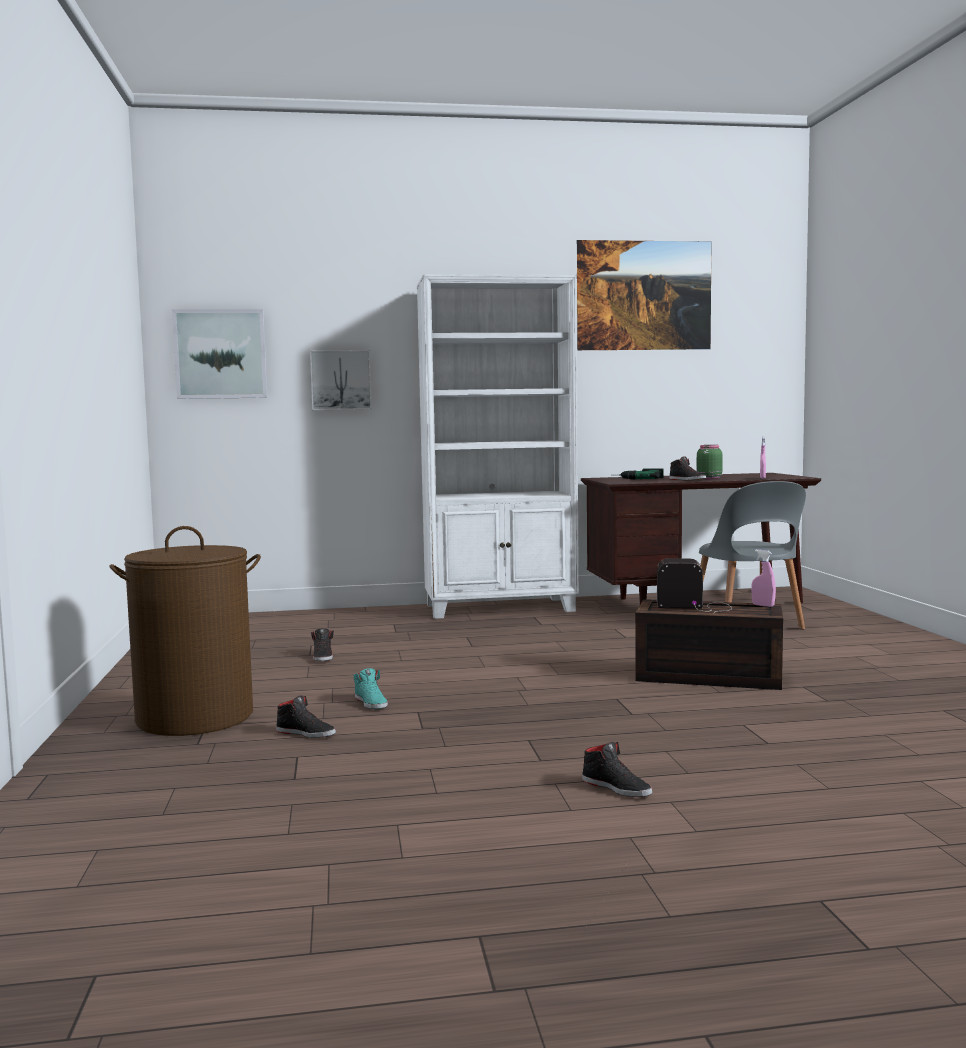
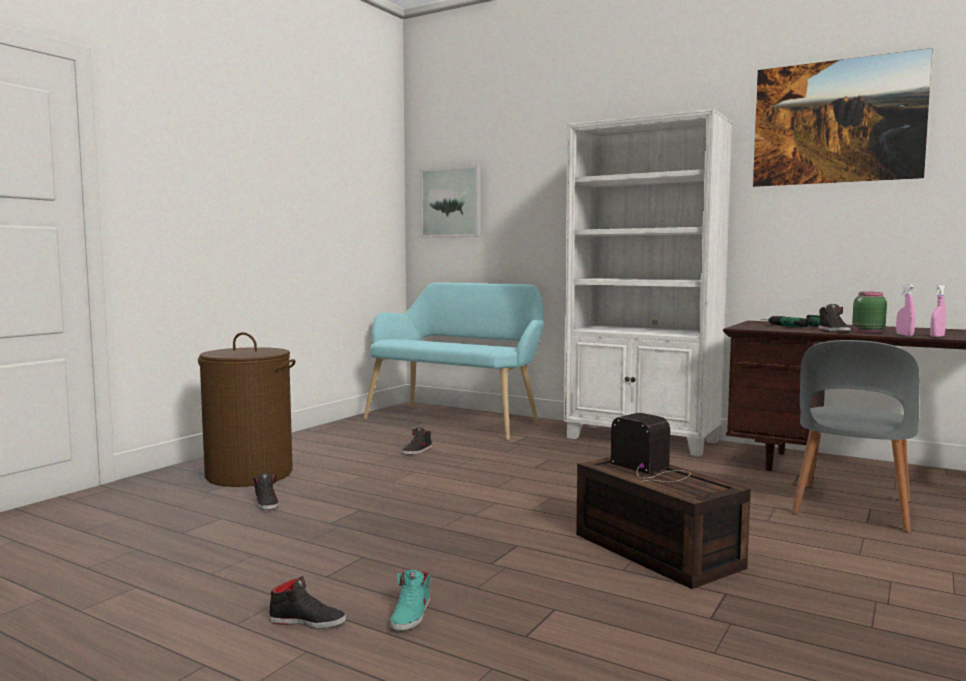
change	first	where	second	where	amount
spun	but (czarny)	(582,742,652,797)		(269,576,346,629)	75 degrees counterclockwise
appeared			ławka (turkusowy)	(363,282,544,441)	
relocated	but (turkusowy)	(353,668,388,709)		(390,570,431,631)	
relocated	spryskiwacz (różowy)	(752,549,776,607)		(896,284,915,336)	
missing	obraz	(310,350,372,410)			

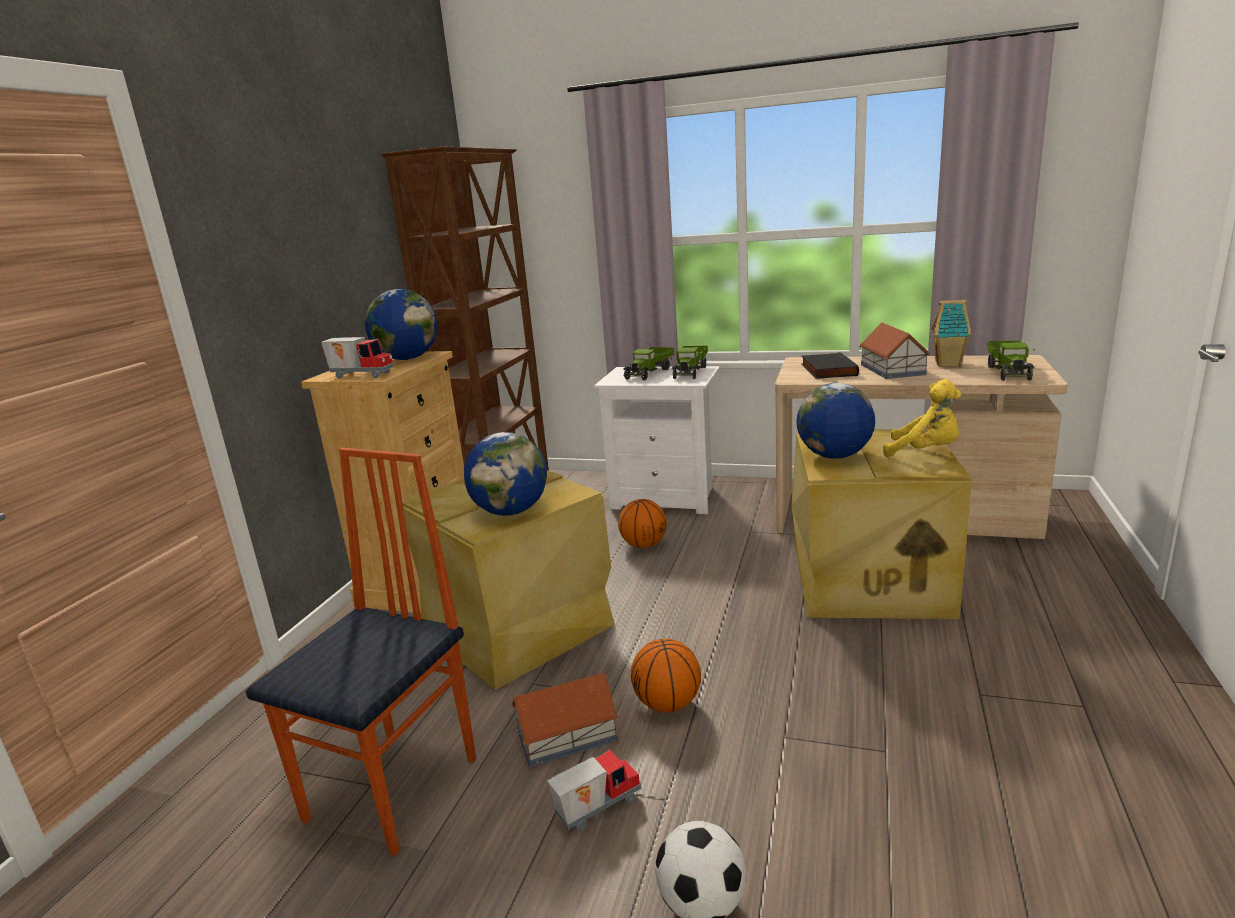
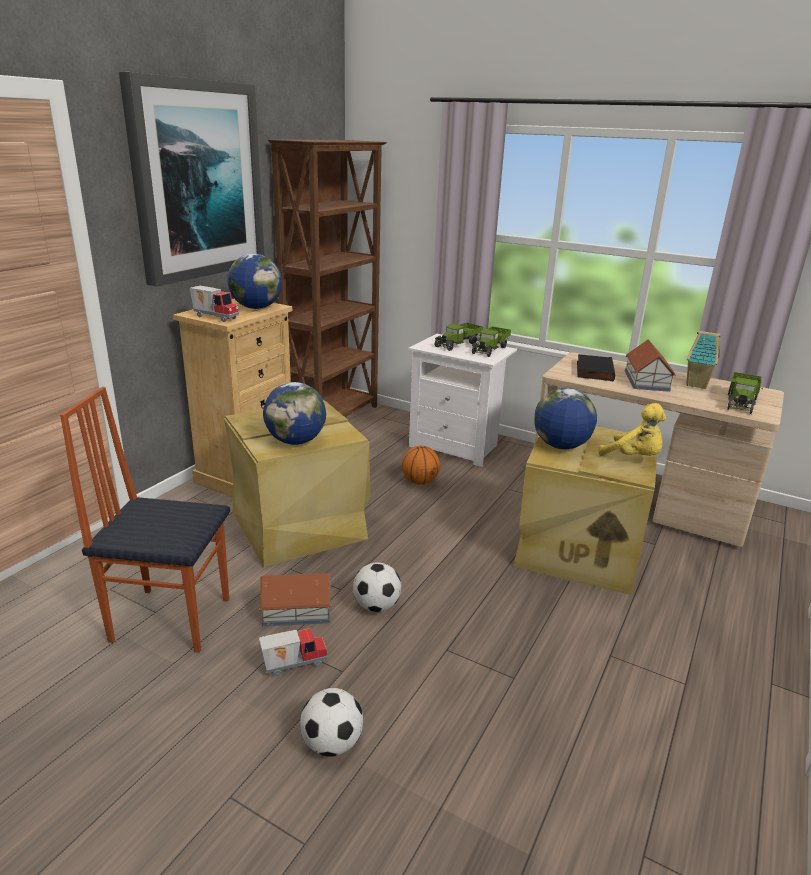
change	first	where	second	where	amount
spun	krzesło	(246,448,476,856)		(60,387,230,653)	120 degrees counterclockwise
appeared			obraz	(119,72,264,287)	
exchanged	piłka do koszykówki	(631,638,701,713)	piłka futbolowa	(353,562,401,612)	

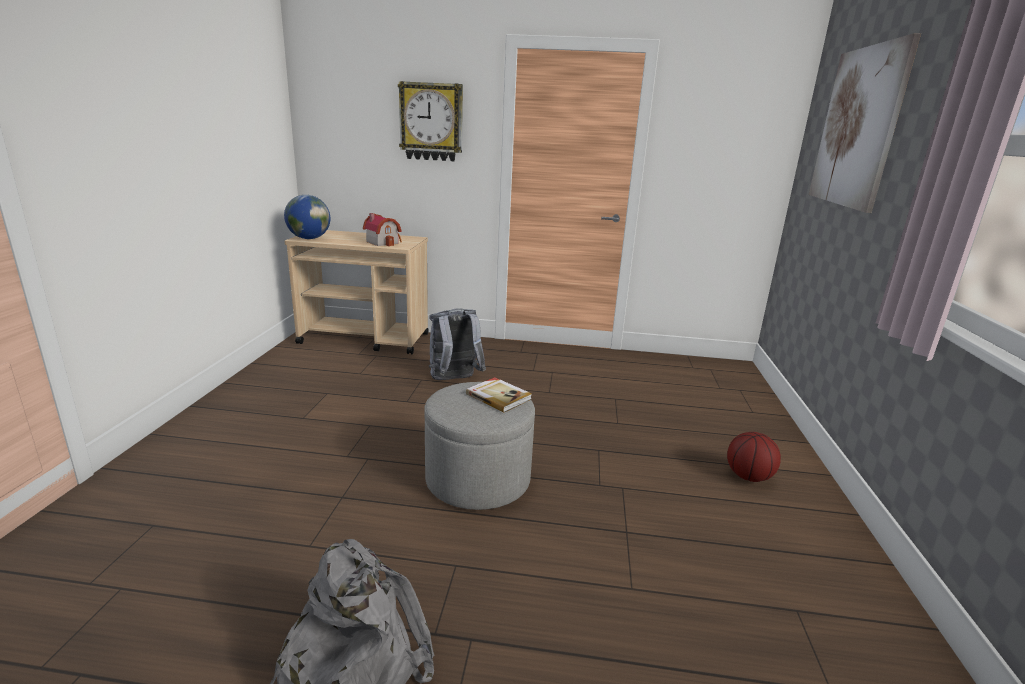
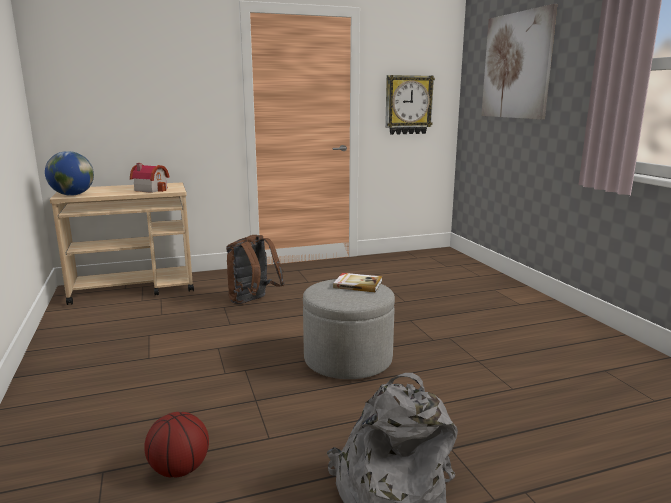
change	first	where	second	where	amount
relocated	piłka do koszykówki	(727,432,781,482)		(144,412,209,477)	
colour	plecak (szary)	(429,308,486,380)	plecak (brązowy)	(226,235,285,304)	
relocated	zegar ścienny	(398,81,463,161)		(385,75,435,135)	

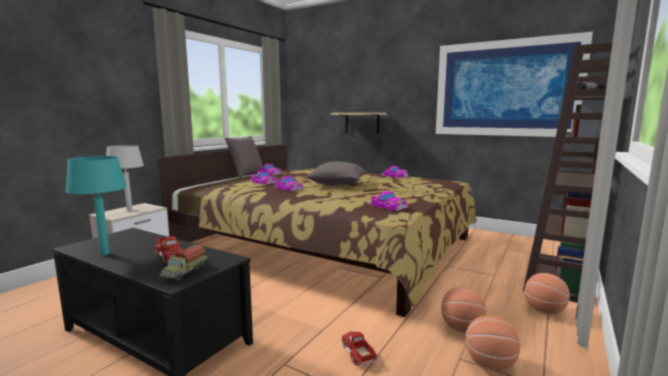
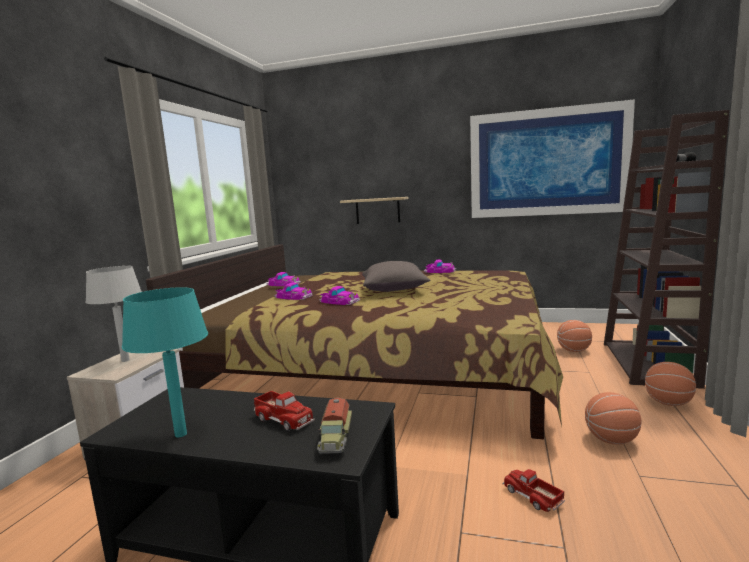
change	first	where	second	where	amount
relocated	piłka do koszykówki	(465,315,520,371)		(557,320,592,352)	
missing	poduszka (szary)	(225,136,263,178)			
missing	samochodzik	(369,191,408,211)			

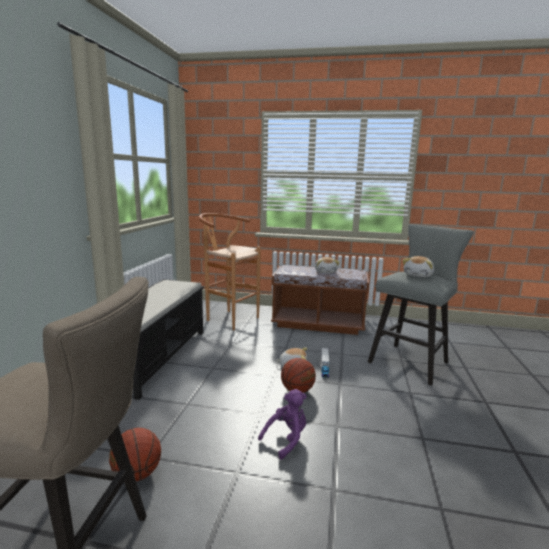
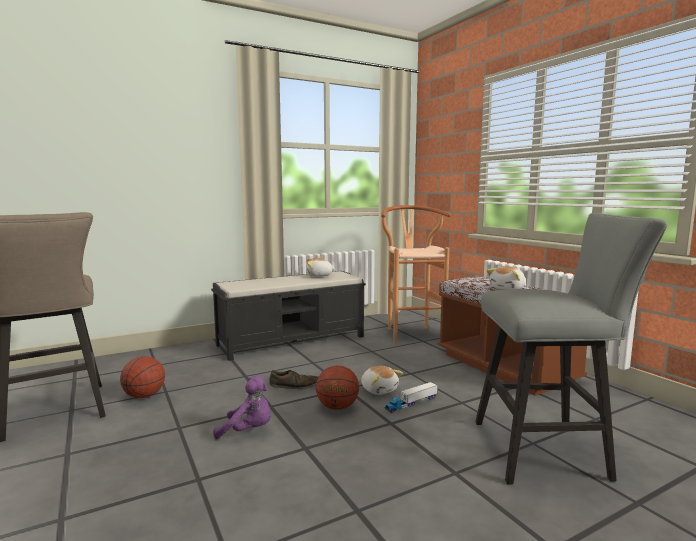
change	first	where	second	where	amount
appeared			but (brązowy)	(269,370,318,389)	
relocated	pluszak	(403,256,434,277)		(306,258,336,277)	

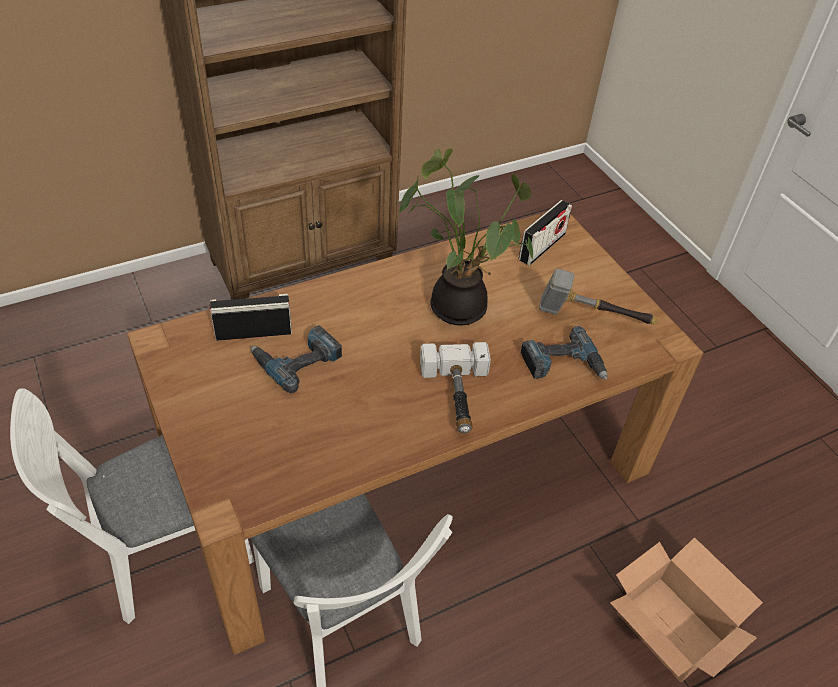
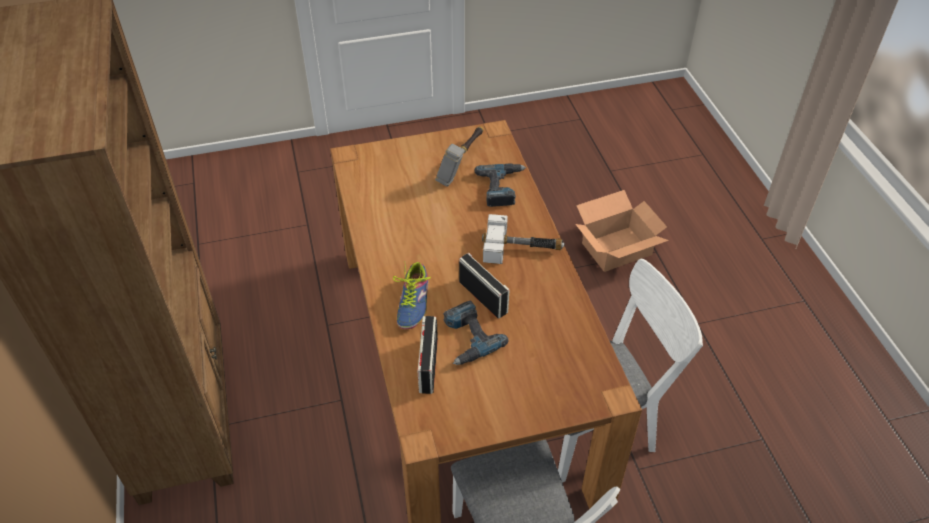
change	first	where	second	where	amount
appeared			but	(393,262,431,329)	
relocated	radio	(518,200,572,266)		(459,253,510,318)	
missing	roślina doniczkowa	(399,149,533,326)			

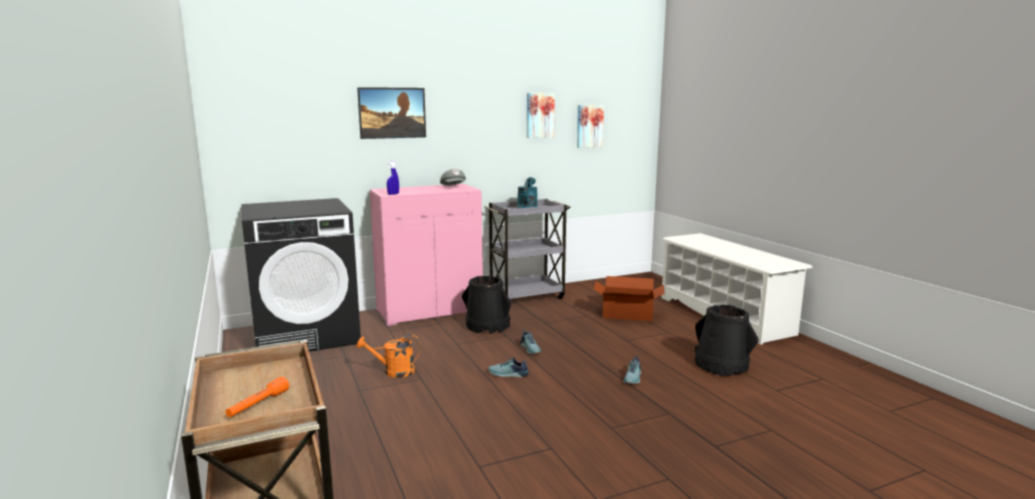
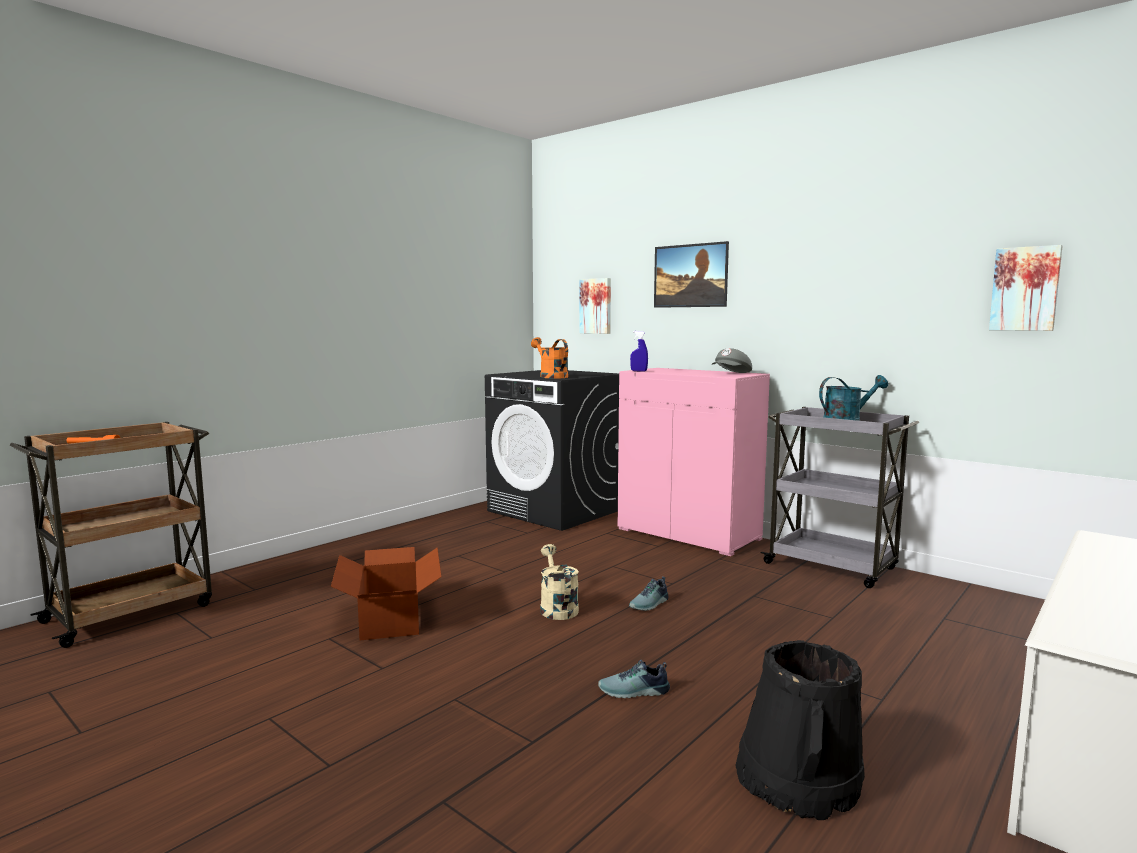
change	first	where	second	where	amount
relocated	karton	(594,276,665,321)		(331,547,442,640)	
relocated	konewka (pomarańczowy)	(356,335,421,378)		(531,337,568,378)	
exchanged	but	(489,357,529,378)	konewka (beżowy)	(540,544,579,620)	
relocated	obraz	(527,93,555,138)		(579,278,611,334)	
missing	wiadro (czarny)	(462,276,511,334)			

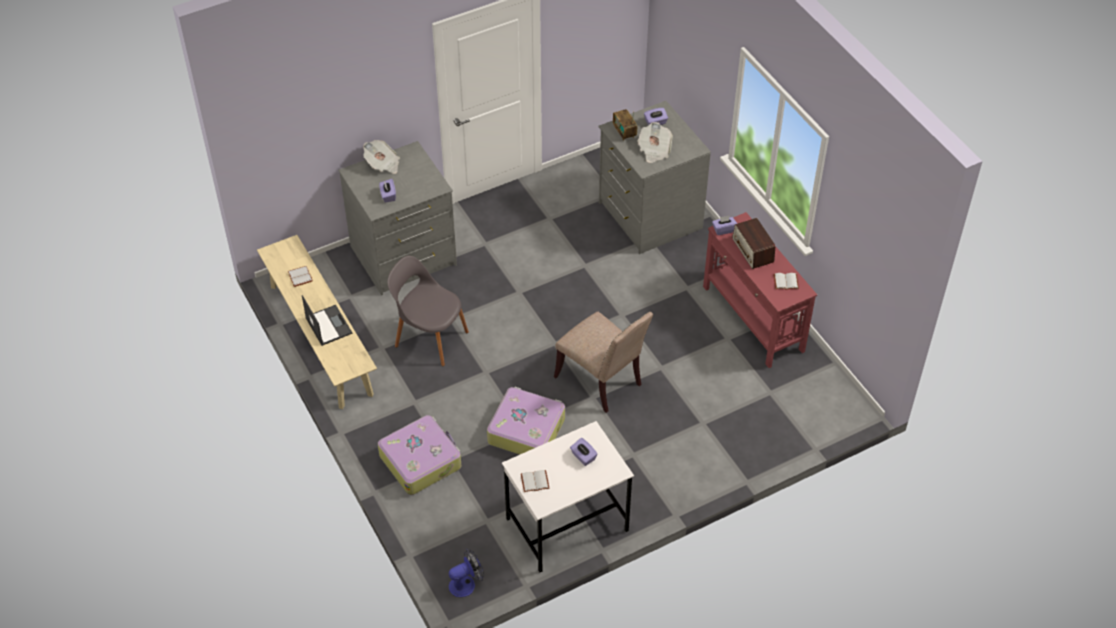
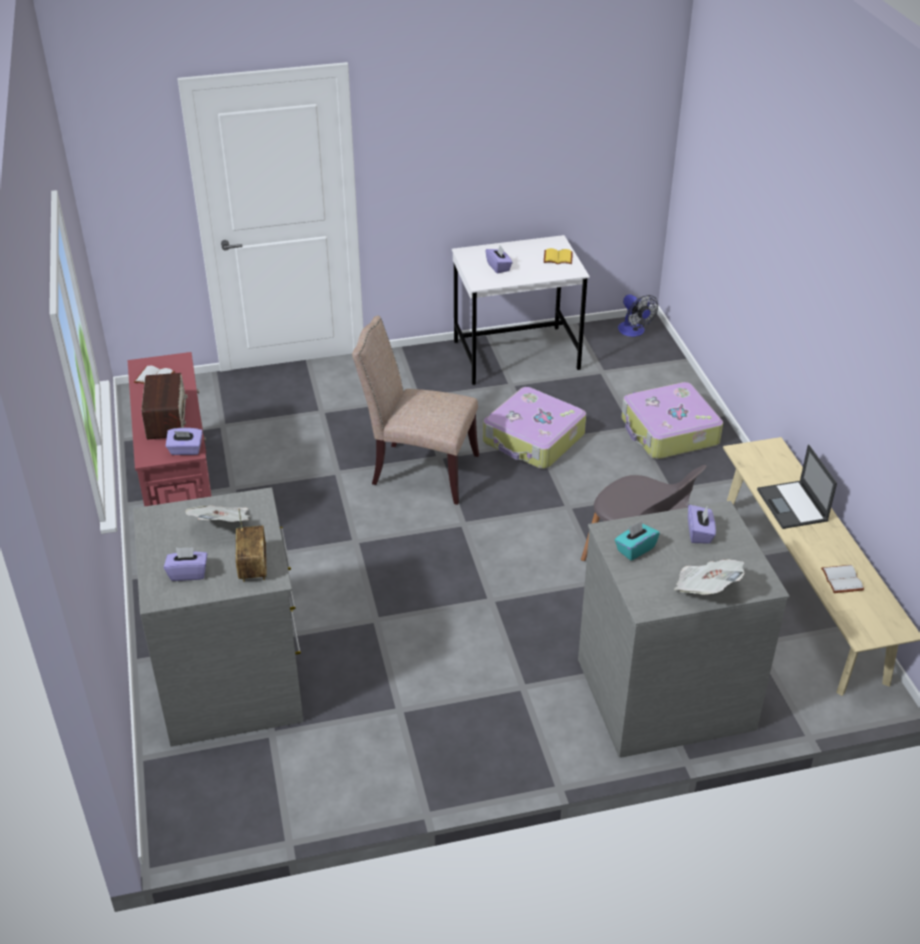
change	first	where	second	where	amount
spun	krzesło (beżowy)	(554,312,653,413)		(352,315,479,505)	45 degrees counterclockwise
colour	książka (biały)	(521,470,550,492)	książka (żółty)	(544,248,573,264)	
appeared			pudełko chusteczek (turkusowy)	(615,521,660,561)	
spun	wentylator	(449,548,484,597)		(618,294,658,337)	105 degrees counterclockwise

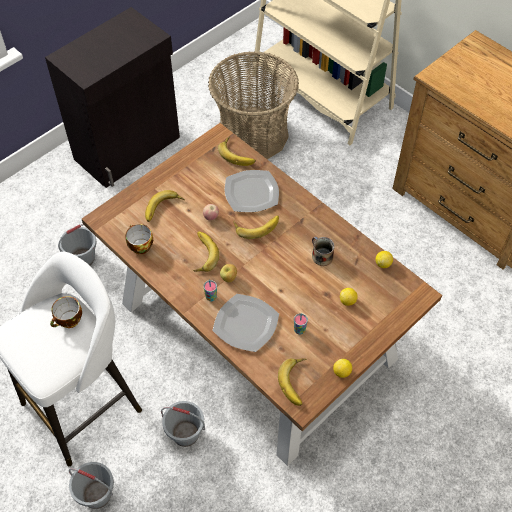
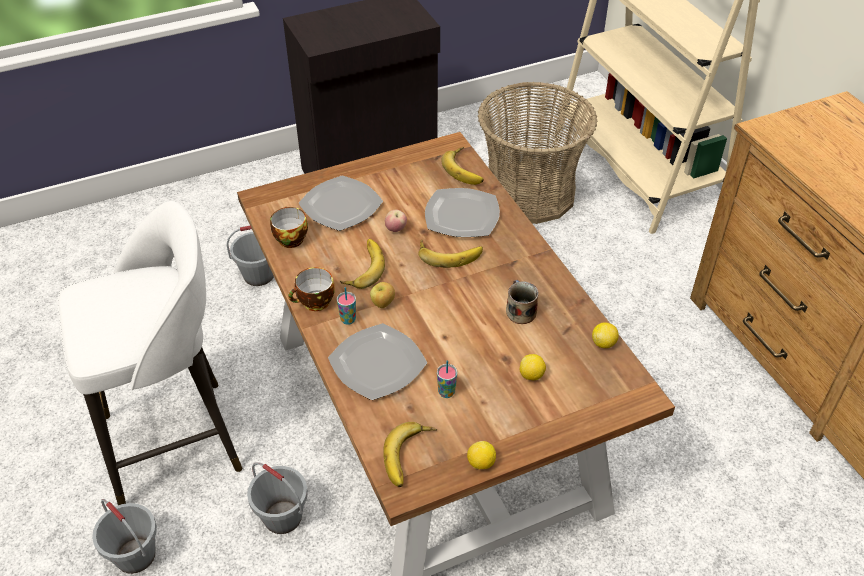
change	first	where	second	where	amount
relocated	filiżanka	(50,296,82,328)		(288,267,335,311)	
exchanged	banan	(145,190,185,222)	talerz	(299,175,383,231)	

